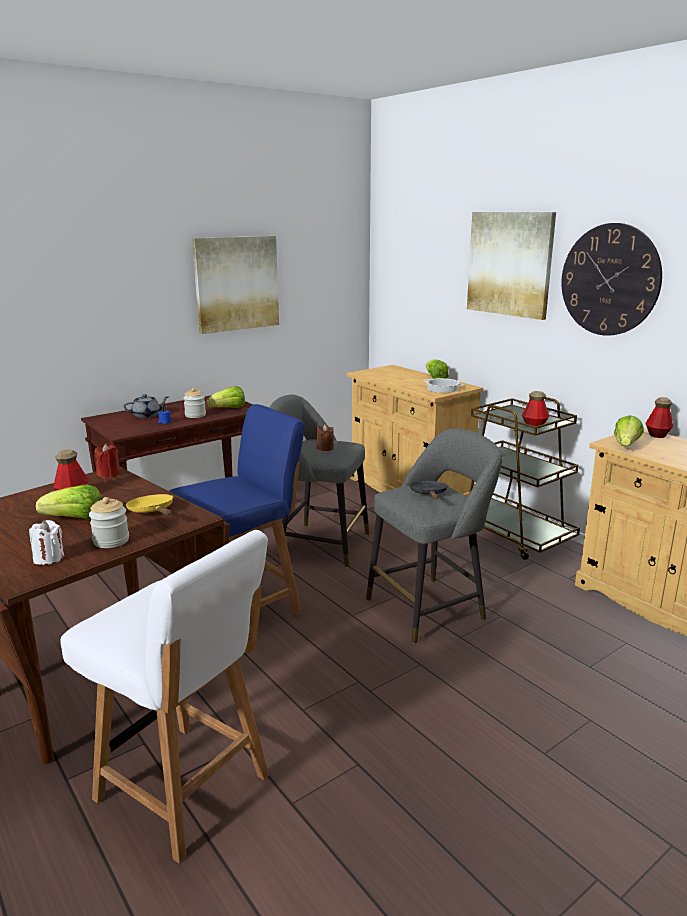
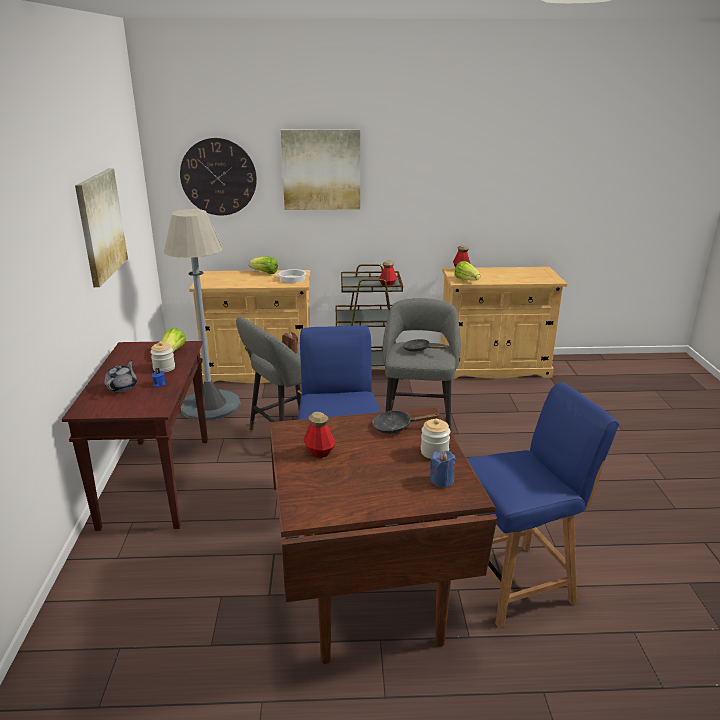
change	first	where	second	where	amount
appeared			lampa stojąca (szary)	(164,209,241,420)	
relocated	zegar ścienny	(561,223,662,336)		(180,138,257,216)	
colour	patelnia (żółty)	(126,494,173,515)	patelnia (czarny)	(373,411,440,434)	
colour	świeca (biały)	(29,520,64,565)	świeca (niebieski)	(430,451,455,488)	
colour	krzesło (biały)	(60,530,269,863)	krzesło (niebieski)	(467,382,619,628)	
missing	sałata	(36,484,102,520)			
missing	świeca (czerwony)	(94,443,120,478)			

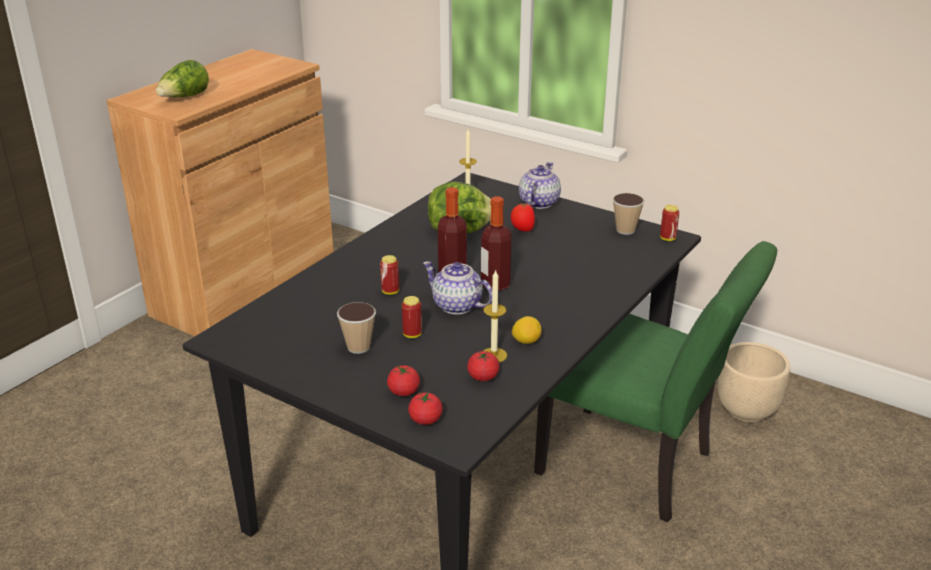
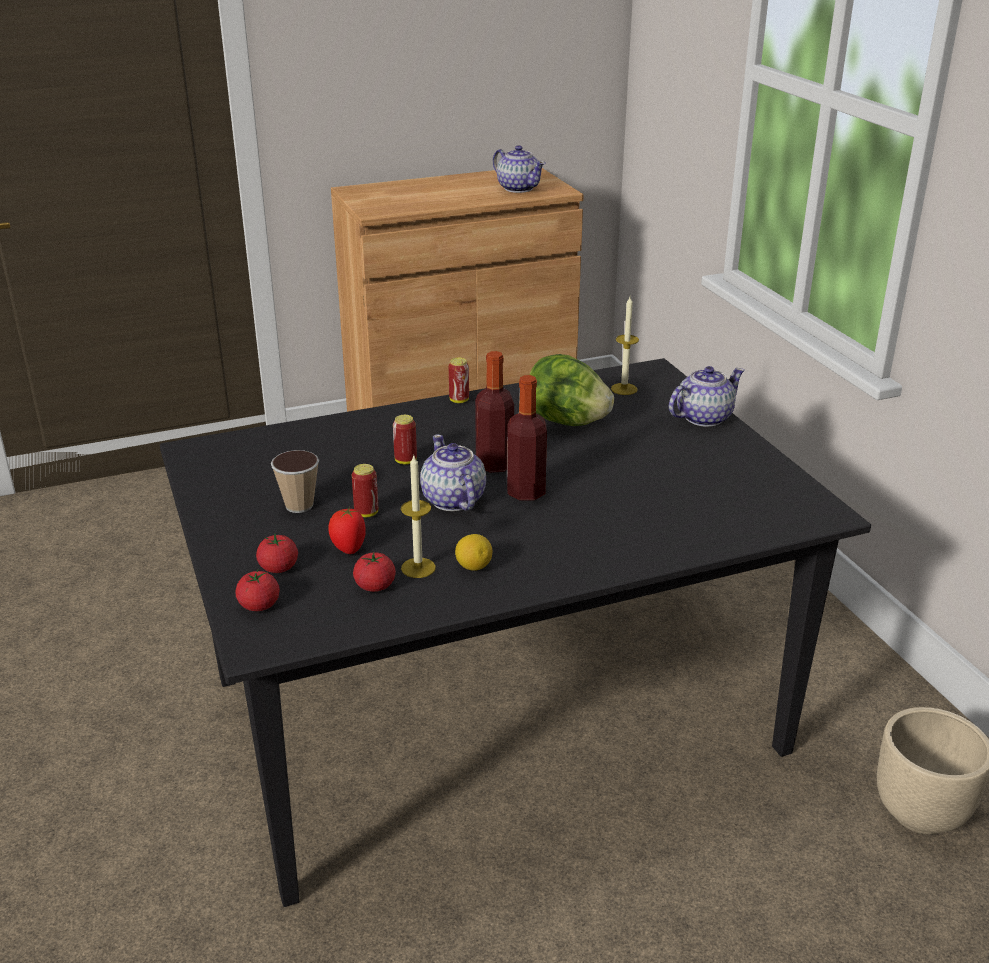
change	first	where	second	where	amount
relocated	pomidor	(511,203,535,232)		(328,507,366,554)	
relocated	puszka	(660,205,680,241)		(449,358,469,403)	
appeared			imbryk	(493,145,545,193)	
missing	sałata	(156,60,209,98)			
missing	krzesło (zielony)	(534,241,777,522)			
missing	filiżanka	(613,193,644,235)			

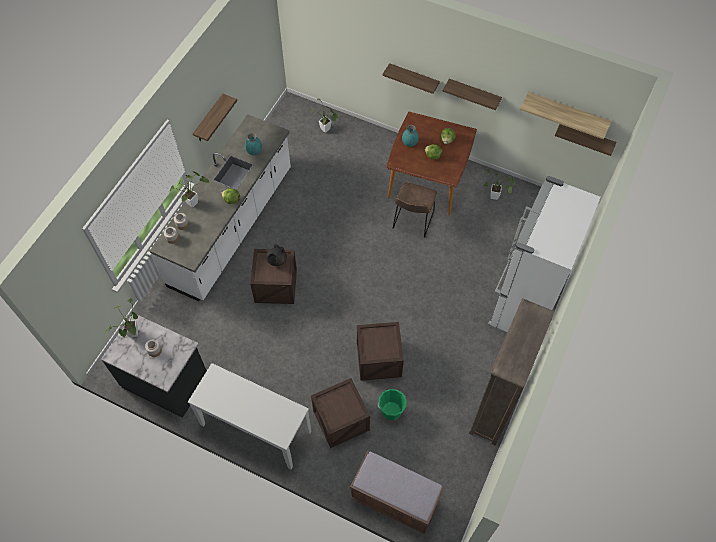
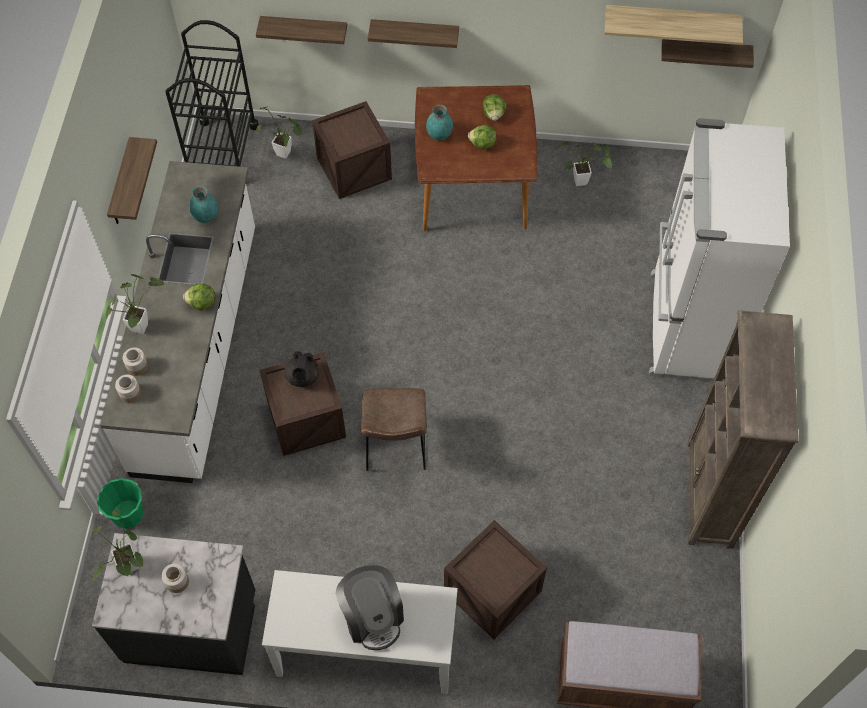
change	first	where	second	where	amount
relocated	wiadro (zielony)	(378,389,407,420)		(97,478,144,529)	
appeared			wózek (czarny)	(165,20,259,183)	
relocated	półka	(443,79,502,110)		(256,16,347,44)	
relocated	skrzynka	(357,322,404,381)		(312,101,392,199)	
appeared			ekspres do kawy	(336,565,404,650)	
relocated	krzesło (brązowy)	(393,182,437,237)		(361,388,427,471)	

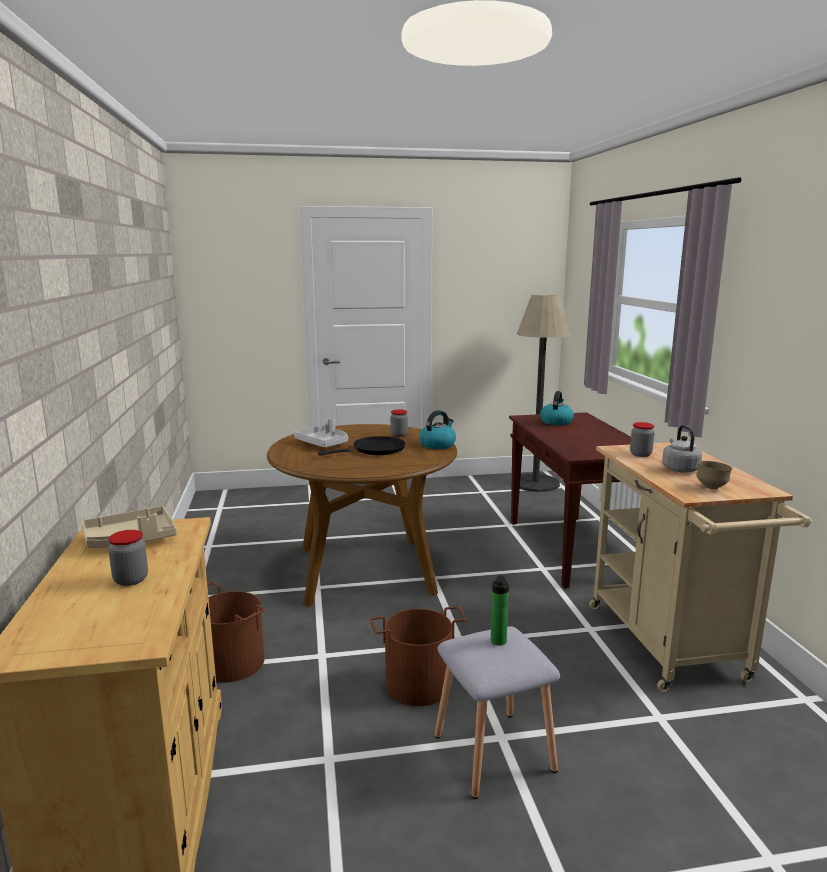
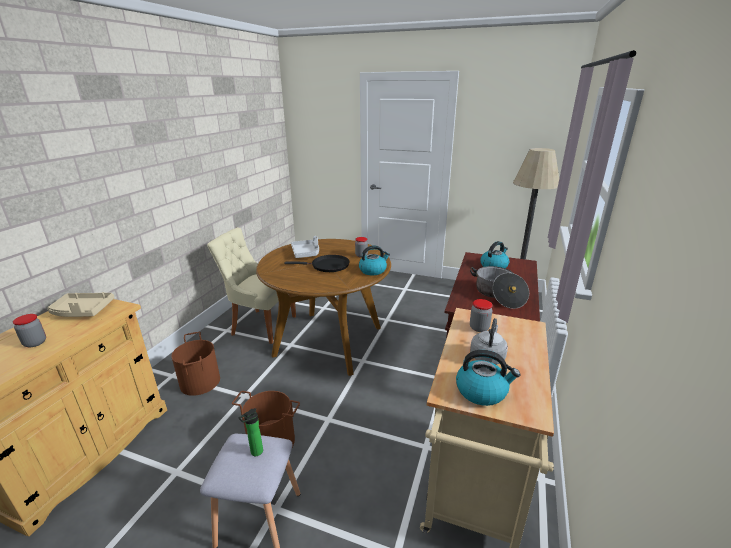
change	first	where	second	where	amount
appeared			krzesło (beżowy)	(207,228,296,344)	
exchanged	miska (brązowy)	(696,461,732,489)	czajnik	(456,350,520,406)	
appeared			garnek	(470,266,529,309)	

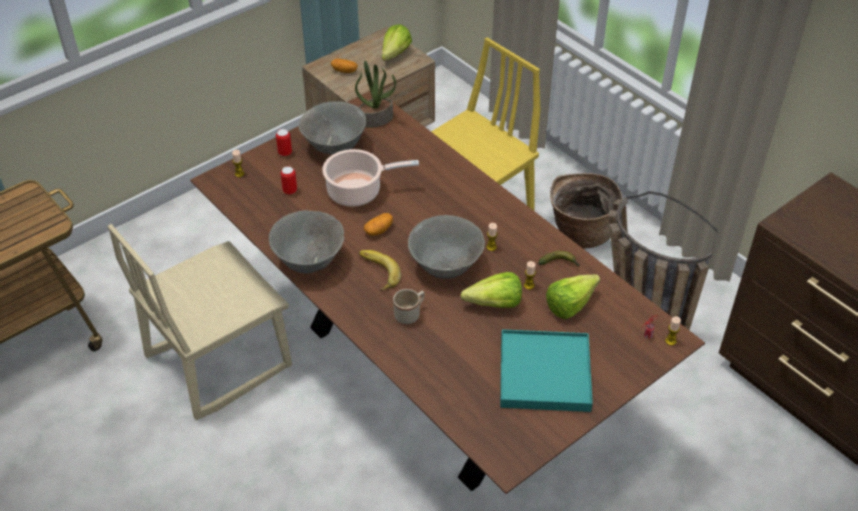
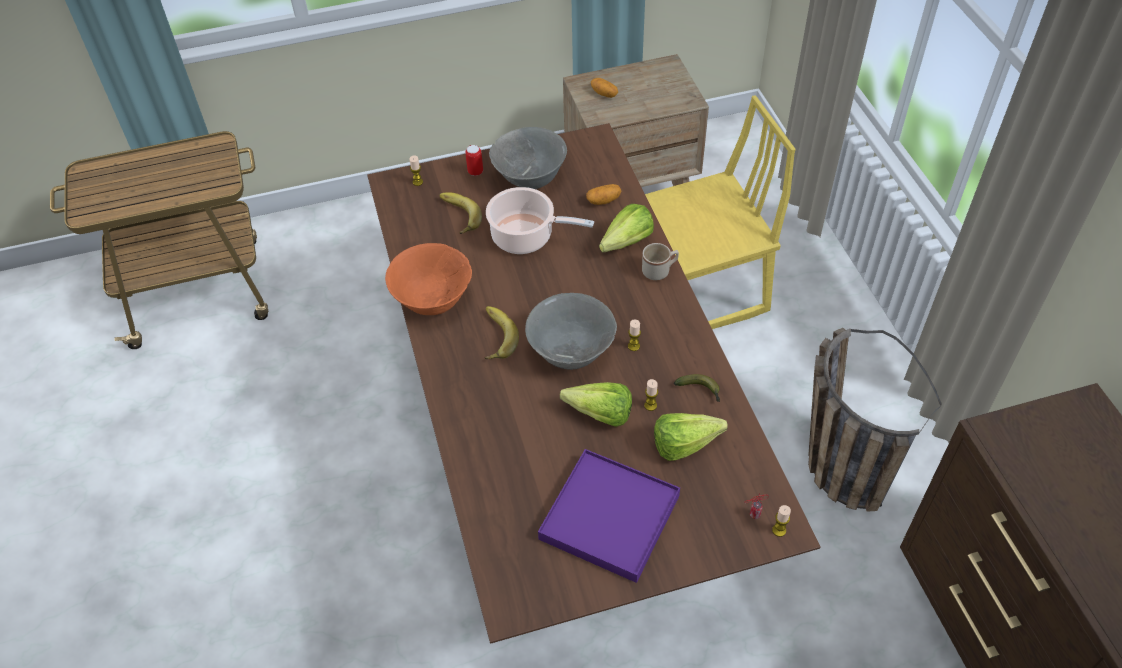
change	first	where	second	where	amount
colour	miska (szary)	(269,210,344,273)	miska (pomarańczowy)	(385,243,472,315)	
exchanged	puszka	(281,166,297,195)	banan	(439,192,482,234)	
colour	taca (turkusowy)	(500,329,593,412)	taca (fioletowy)	(538,449,680,583)	
relocated	ziemniak	(364,213,393,236)		(586,184,621,205)	
relocated	sałata	(382,24,412,61)		(599,204,654,252)	
relocated	kubek (beżowy)	(393,289,424,324)		(642,243,679,280)	
missing	krzesło (beżowy)	(108,224,292,420)			
missing	roślina doniczkowa	(355,61,396,128)			
missing	koszyk	(550,173,623,249)			

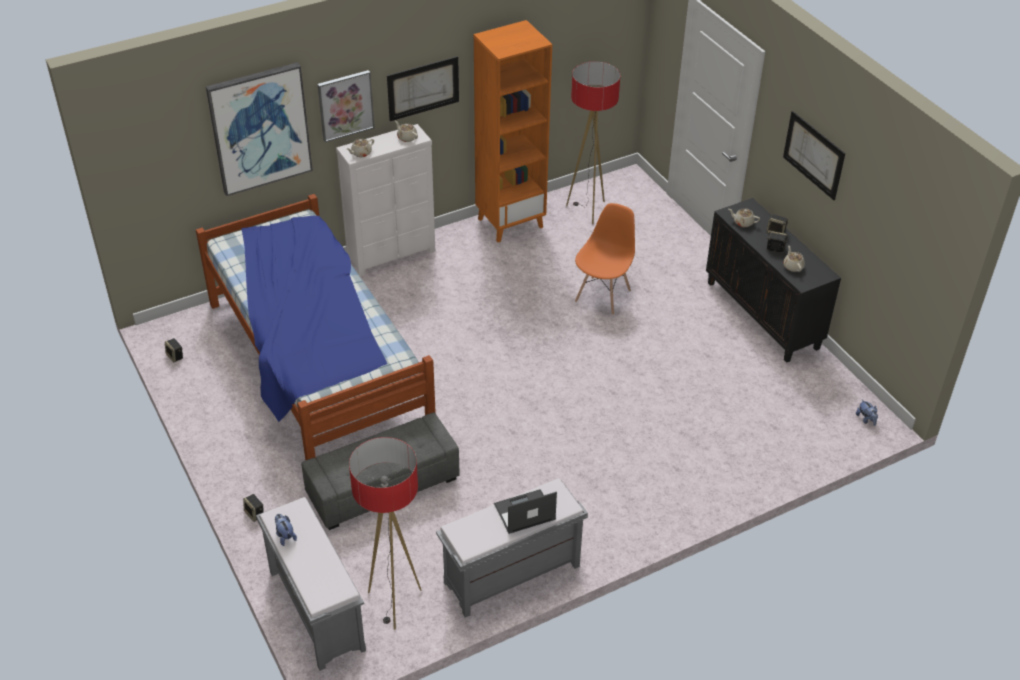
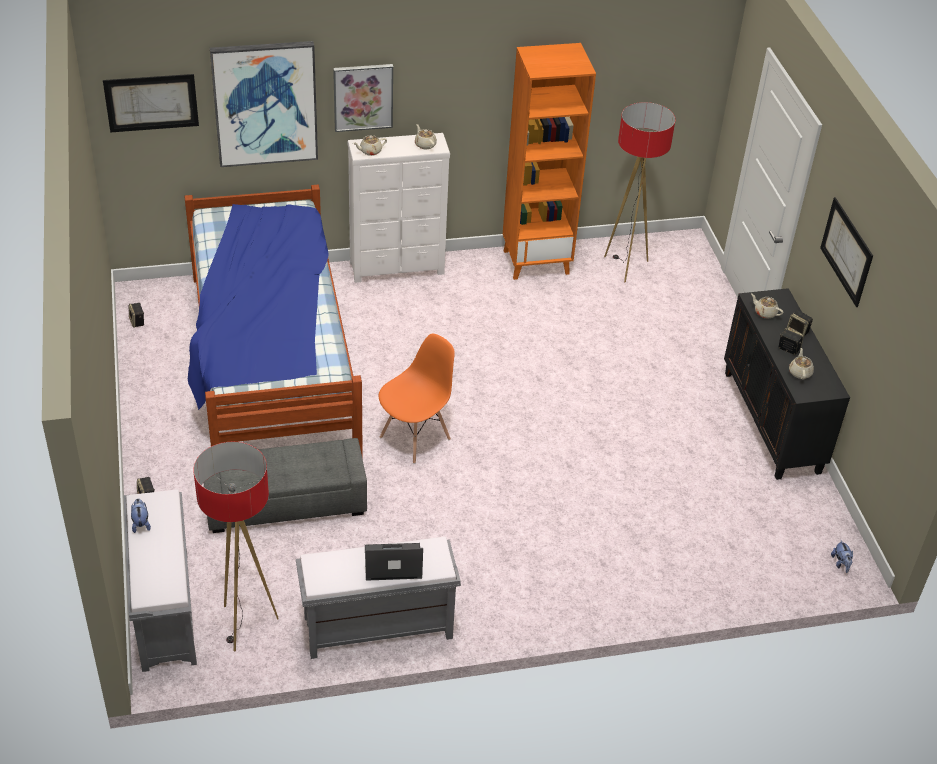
change	first	where	second	where	amount
relocated	obraz	(387,56,459,121)		(103,74,199,132)	
relocated	krzesło (pomarańczowy)	(575,203,635,315)		(379,334,455,464)	

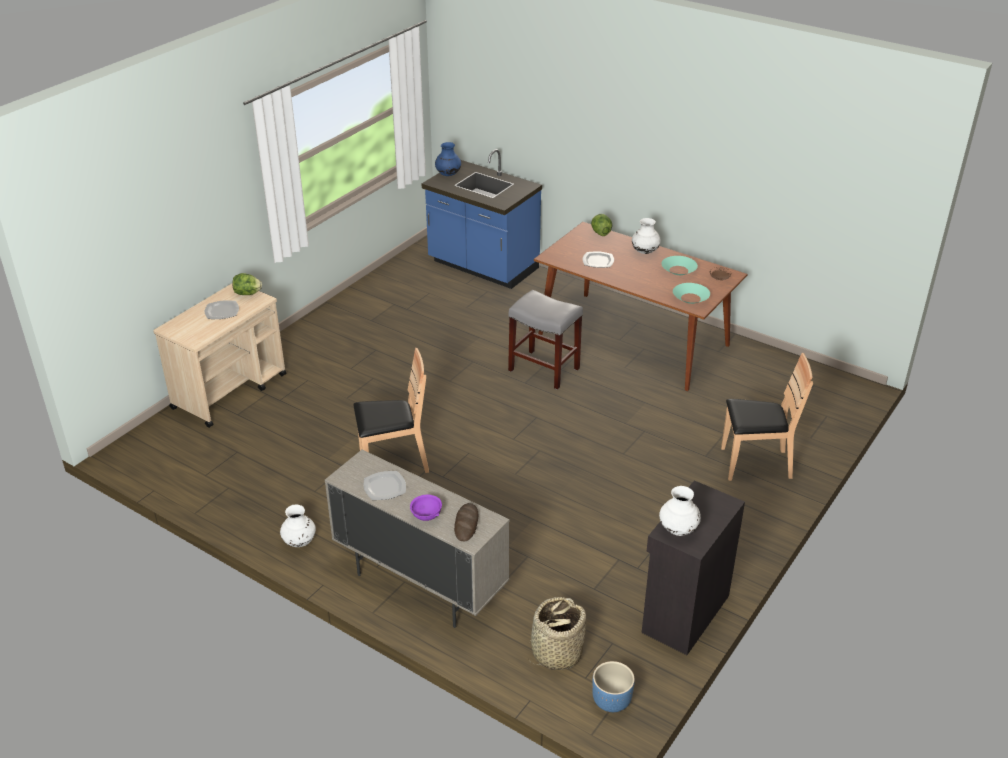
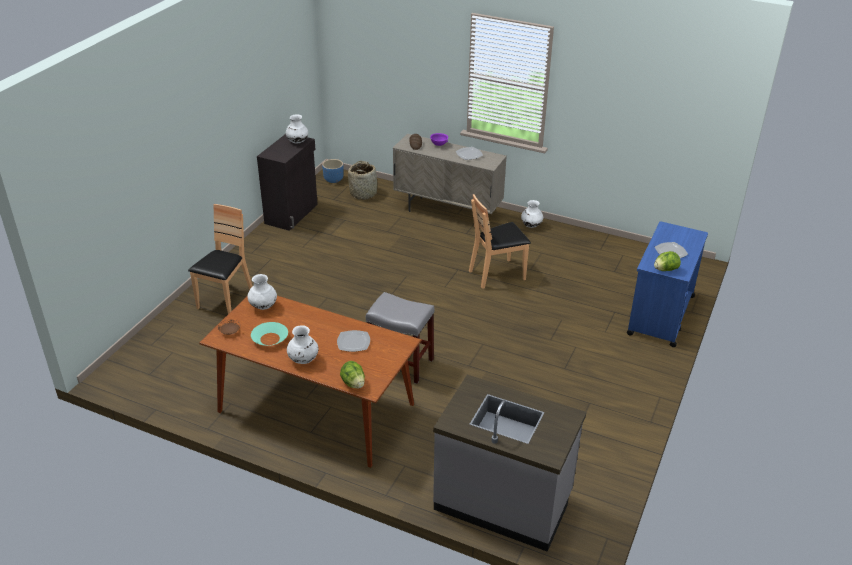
change	first	where	second	where	amount
spun	krzesło (brązowy)	(721,353,813,481)		(188,204,253,314)	120 degrees clockwise
exchanged	miska (turkusowy)	(673,283,710,304)	wazon (biały)	(247,274,277,310)	
colour	zabudowa kuchenna (niebieski)	(422,149,542,289)	zabudowa kuchenna (szary)	(433,375,586,552)	
colour	wózek (beżowy)	(153,284,286,428)	wózek (niebieski)	(627,221,708,347)	
missing	wazon (niebieski)	(435,142,461,176)			

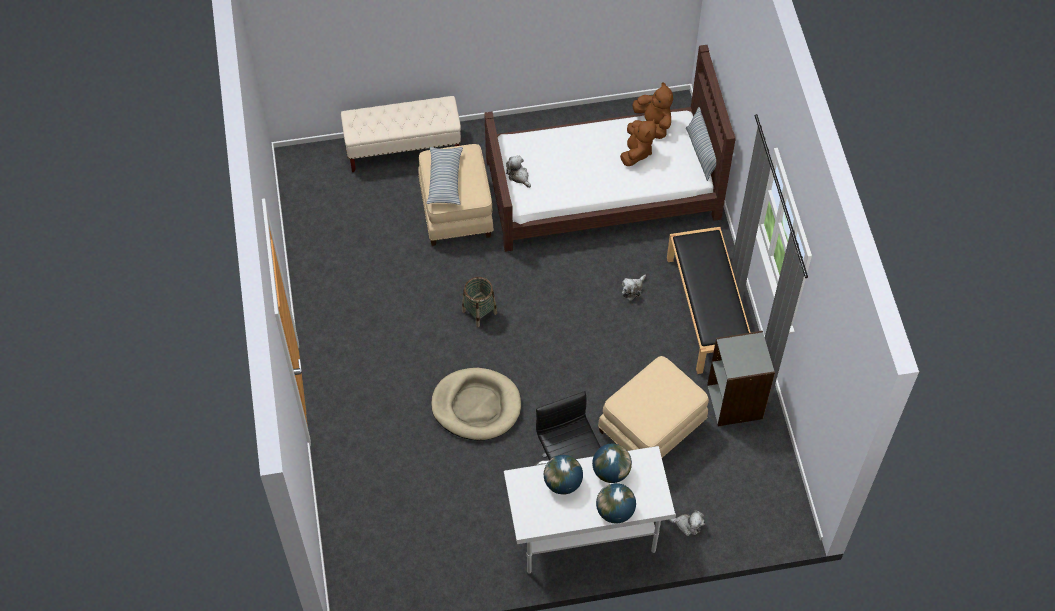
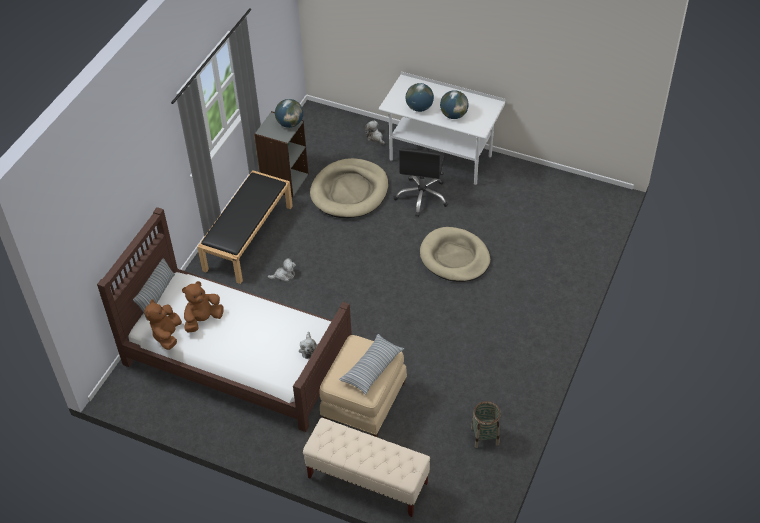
change	first	where	second	where	amount
relocated	globus	(596,483,636,524)		(275,99,303,128)	
exchanged	pufa (beżowy)	(598,356,709,458)	legowisko (beżowy)	(310,158,388,218)	
relocated	koszyk	(462,277,497,327)		(471,401,501,448)	

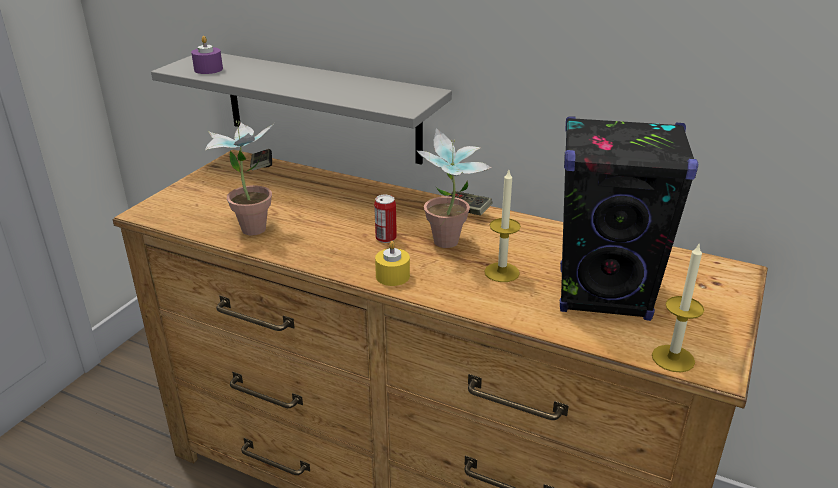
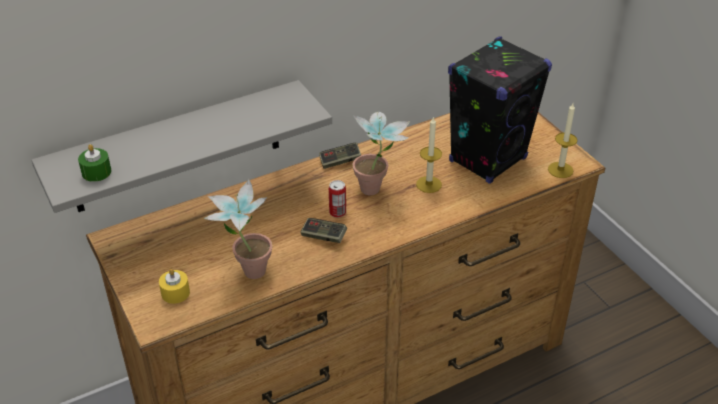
change	first	where	second	where	amount
colour	świeca (fioletowy)	(191,36,223,74)	świeca (zielony)	(78,144,111,182)	
relocated	świeca (żółty)	(375,241,410,286)		(159,269,190,304)	
relocated	pad do gier	(250,149,272,171)		(300,218,347,243)	

